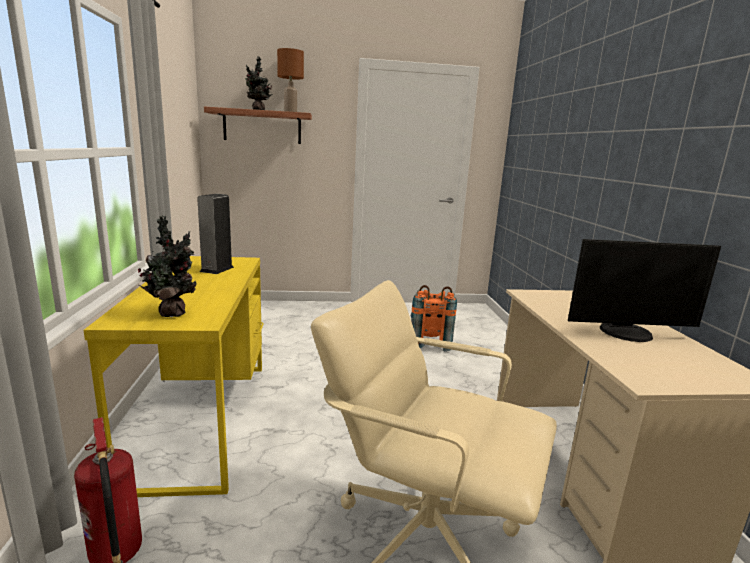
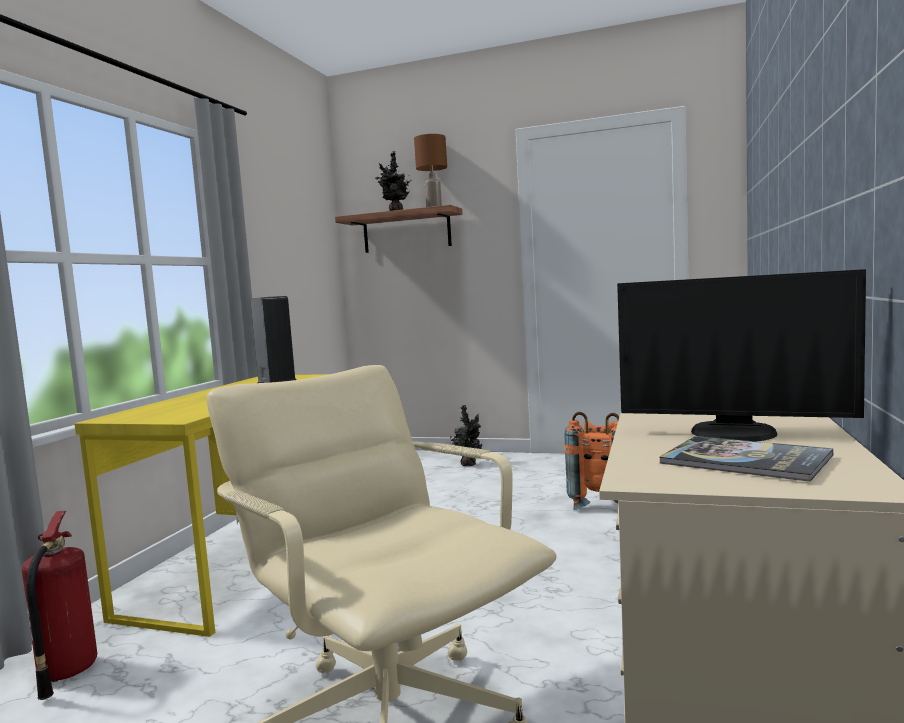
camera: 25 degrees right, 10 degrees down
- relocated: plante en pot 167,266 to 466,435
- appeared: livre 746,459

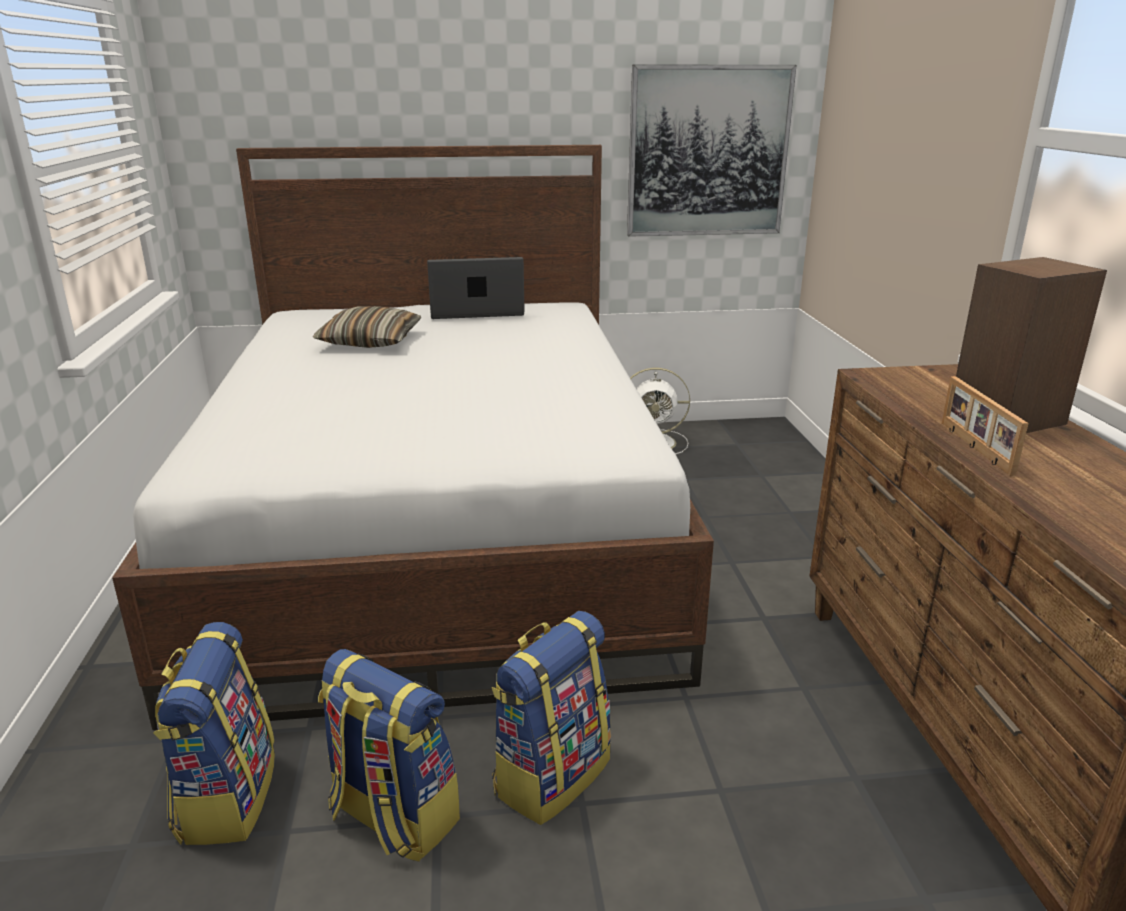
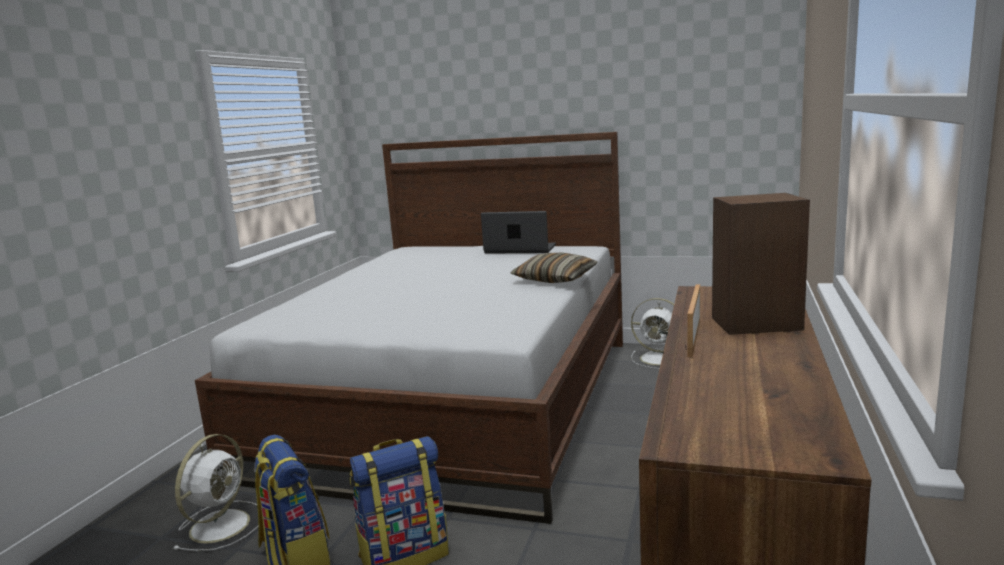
camera: 25 degrees right, 10 degrees down
- missing: tableau 711,151
- relocated: coussin 367,327 to 554,268
- exchanged: sac à dos 214,733 to ventilateur/blanc 216,492

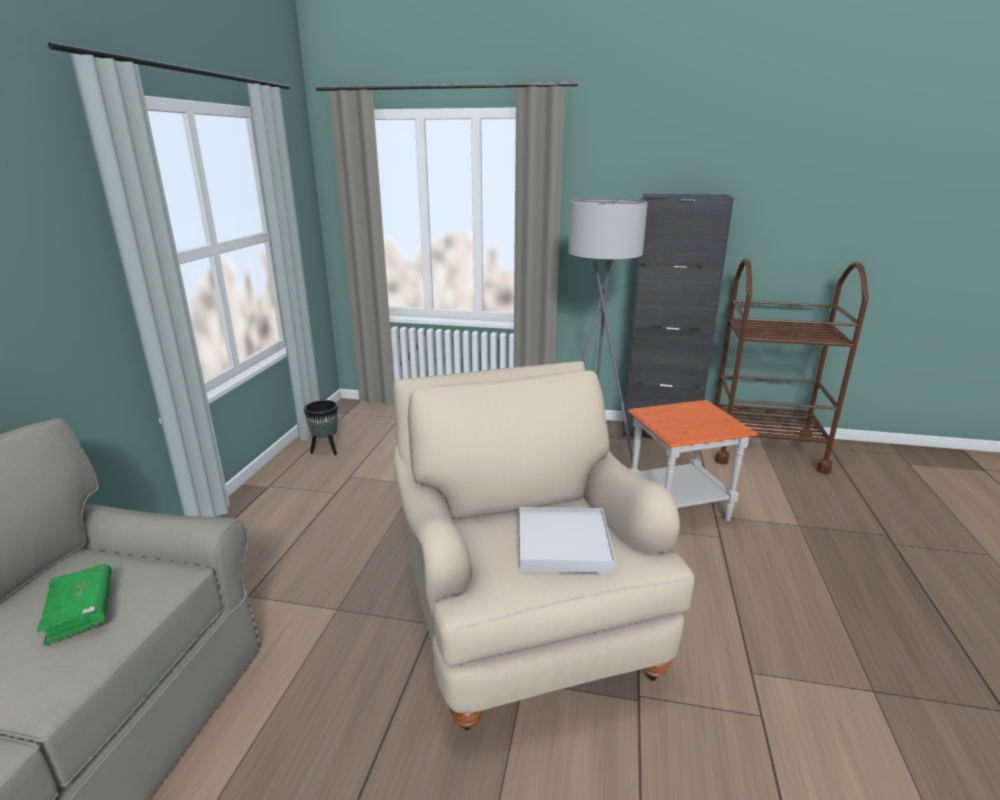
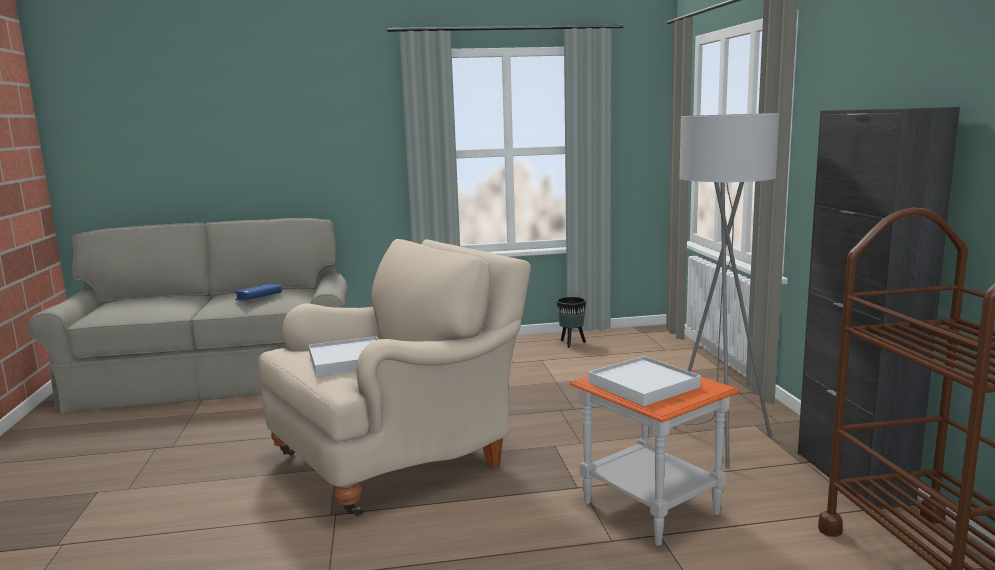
camera: 70 degrees right, 10 degrees down
- colour: livre/vert 74,605 to livre/bleu 257,291
- appeared: plateau/blanc 644,381

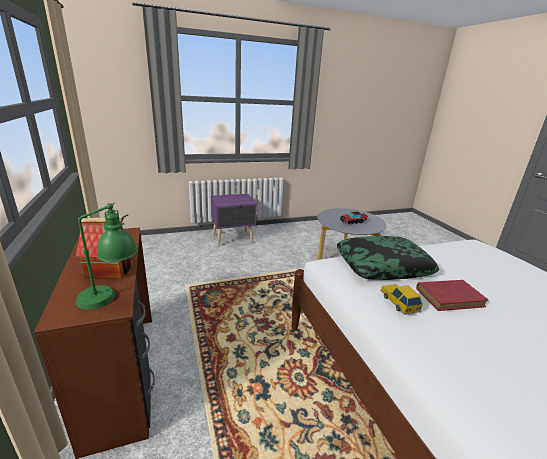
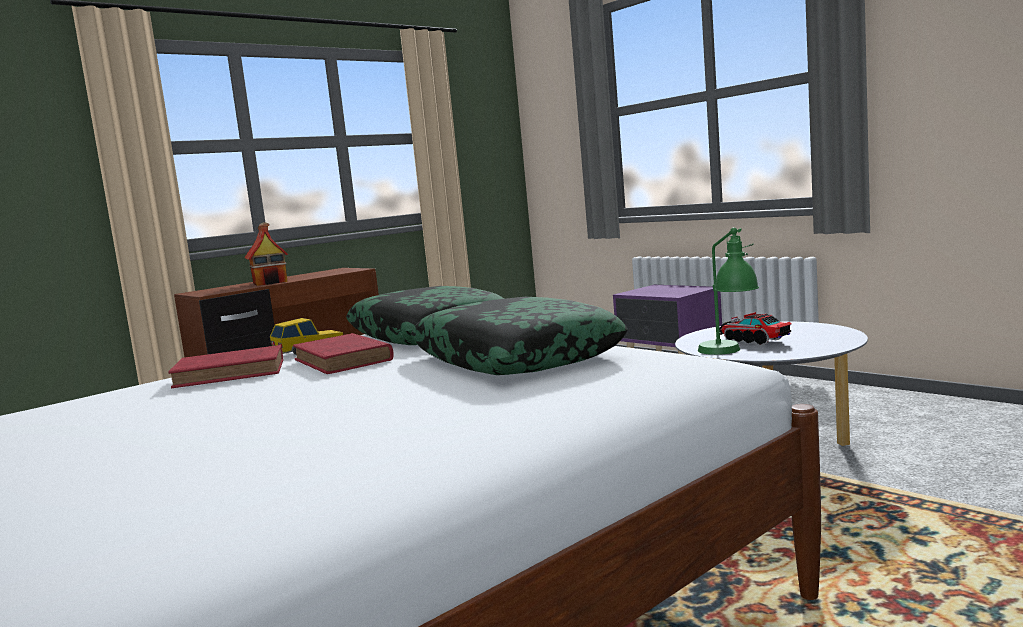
camera: 70 degrees right, 15 degrees down
- relocated: lampe de table/vert 106,256 to 728,291
- appeared: coussin 519,336
- appeared: livre/rouge 226,366

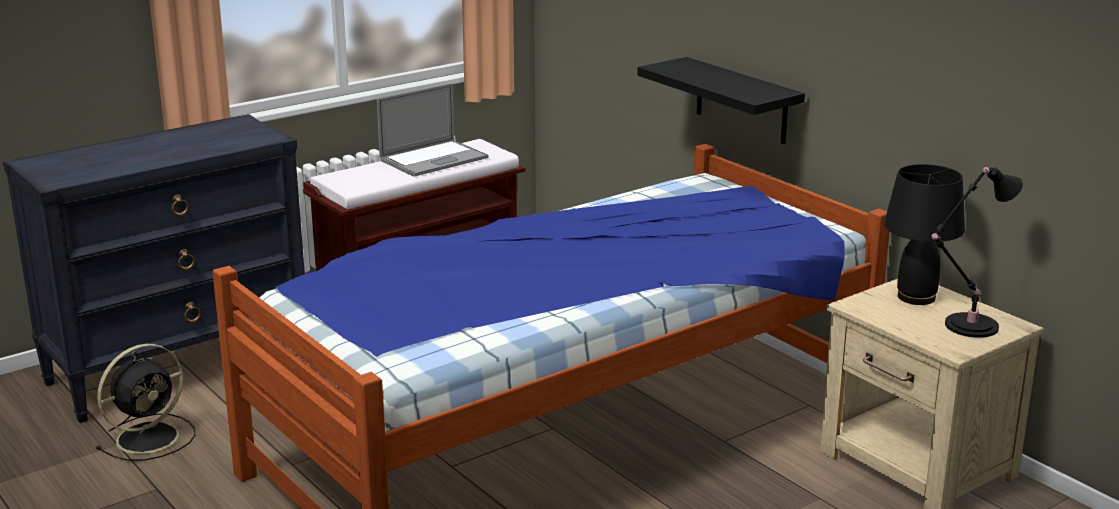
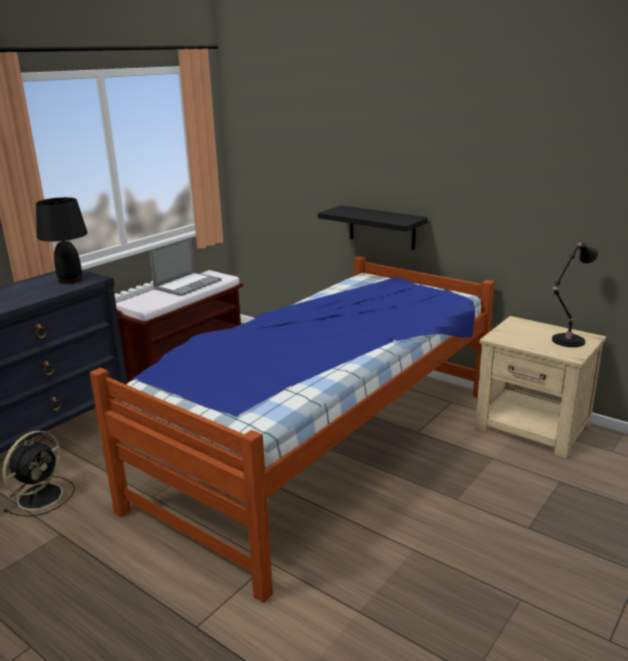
camera: 15 degrees left, 0 degrees up
- relocated: lampe de table/noir 924,234 to 62,240

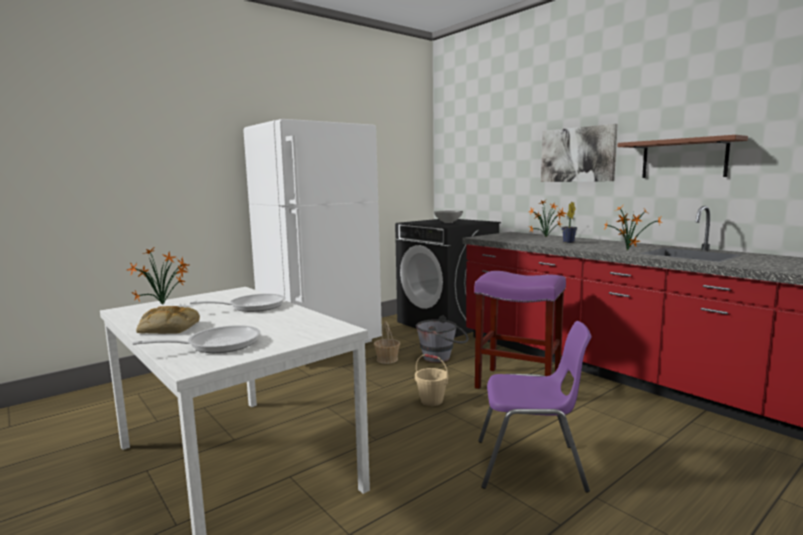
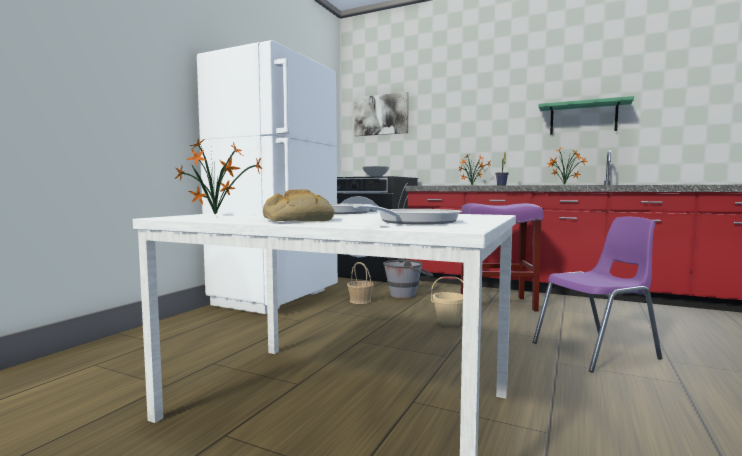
camera: 25 degrees left, 5 degrees down
- relocated: tableau 579,153 to 381,114
- colour: étagère/marron 683,156 to étagère/vert 586,115

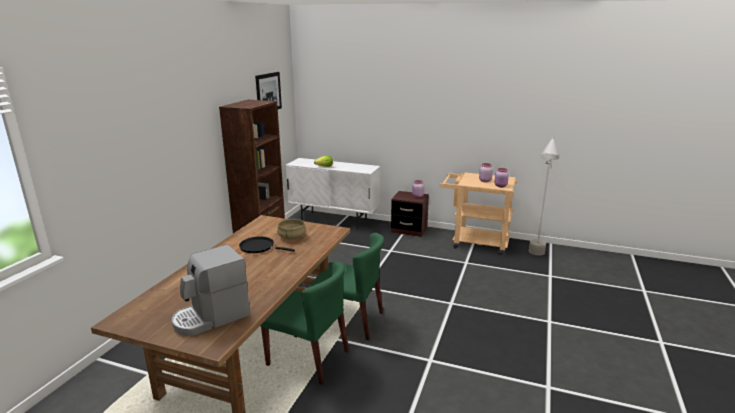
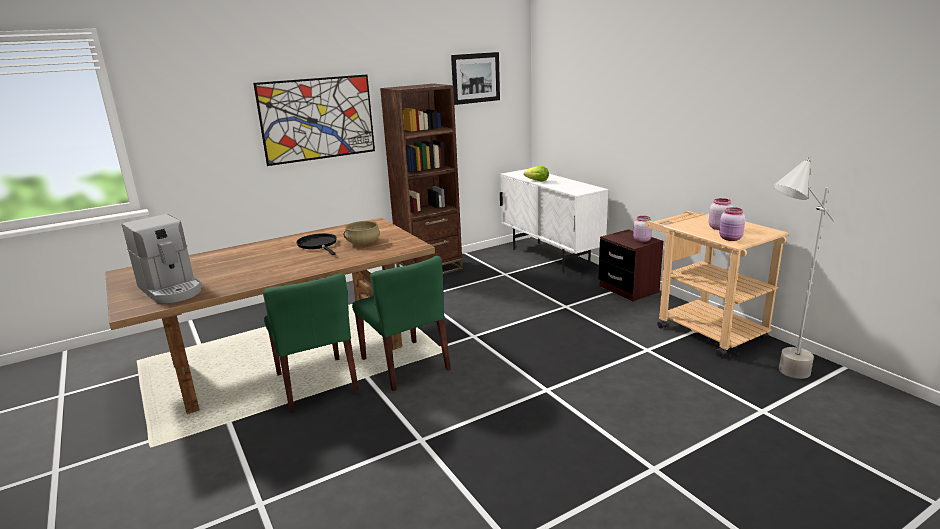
camera: 40 degrees right, 0 degrees up
- spun: machine à café 211,290 = 162,258 135 degrees counterclockwise
- appeared: tableau 314,120

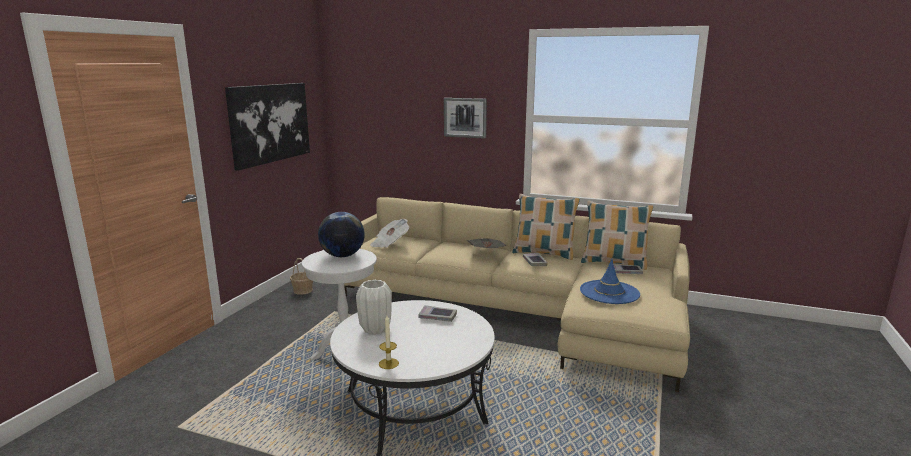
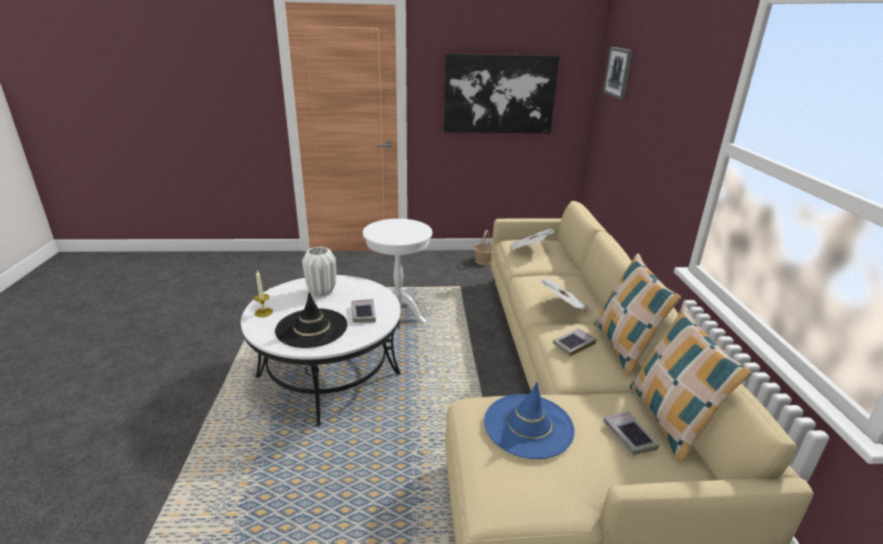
camera: 65 degrees right, 10 degrees up
- relocated: tableau 465,118 to 618,73
- missing: globe 341,234
- appeared: chapeau/noir 311,320

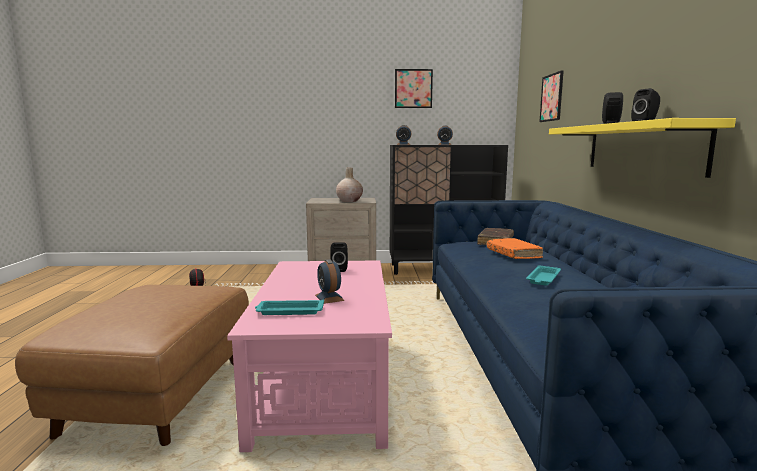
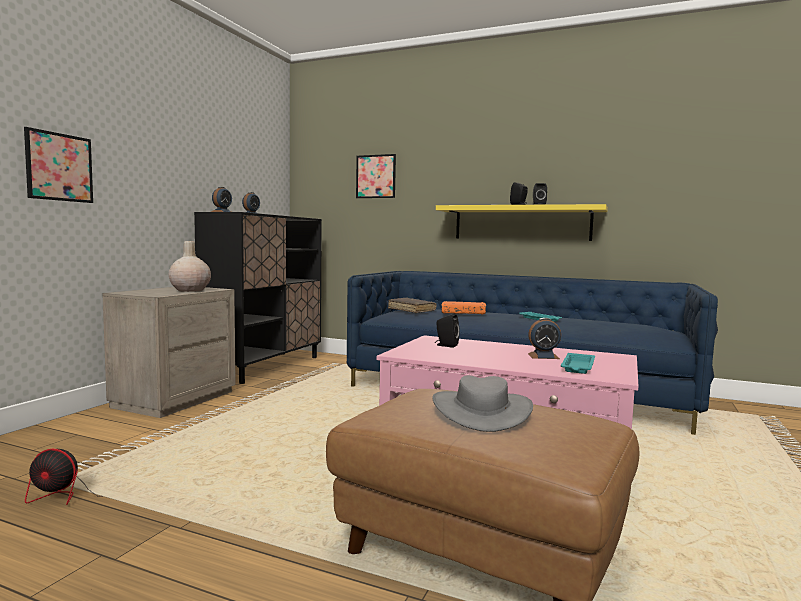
camera: 65 degrees left, 5 degrees down
- relocated: tableau 414,88 to 58,165
- appeared: chapeau/gris 482,403

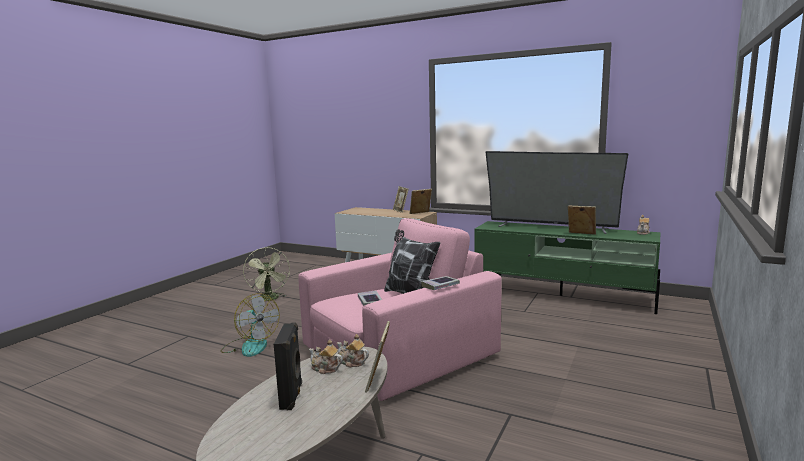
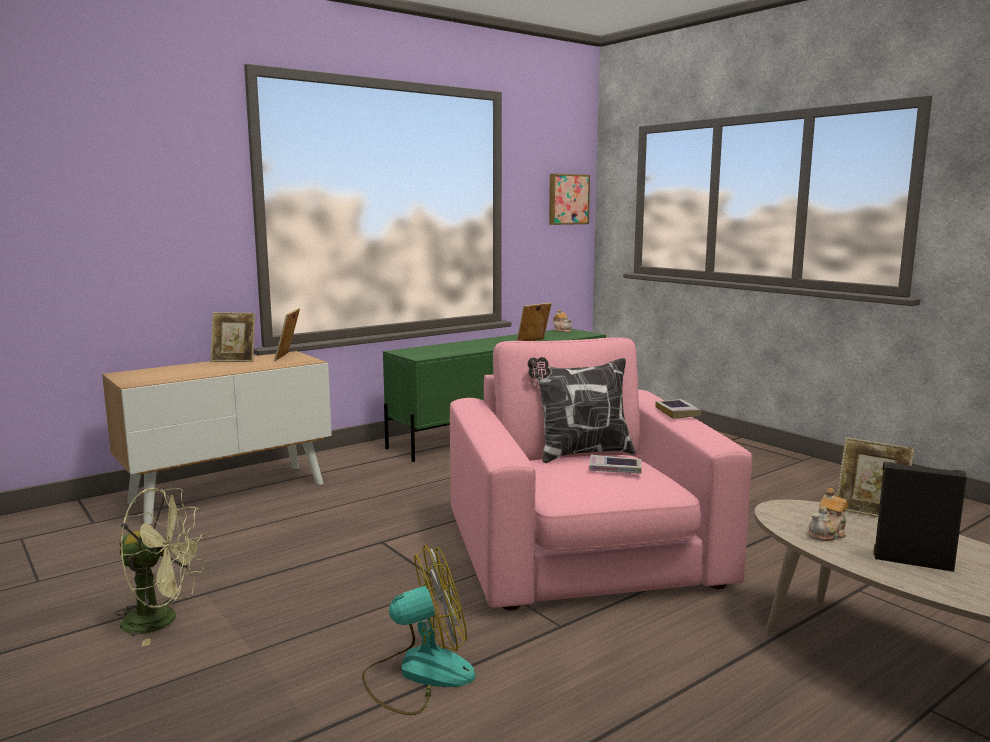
camera: 65 degrees left, 0 degrees up
- missing: téléviseur 556,192
- missing: théière 353,351
- appeared: tableau 569,199

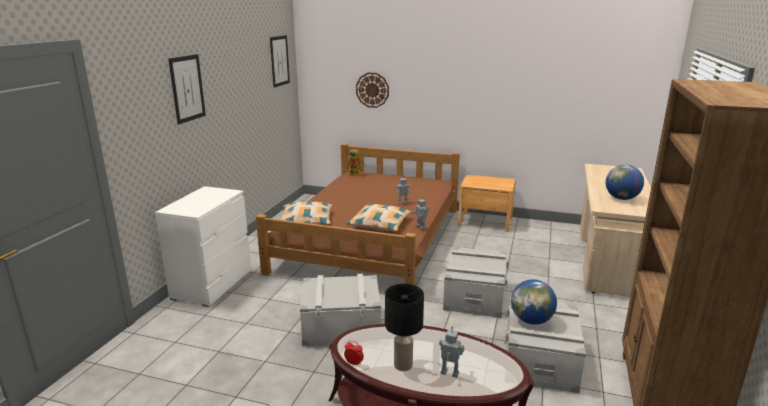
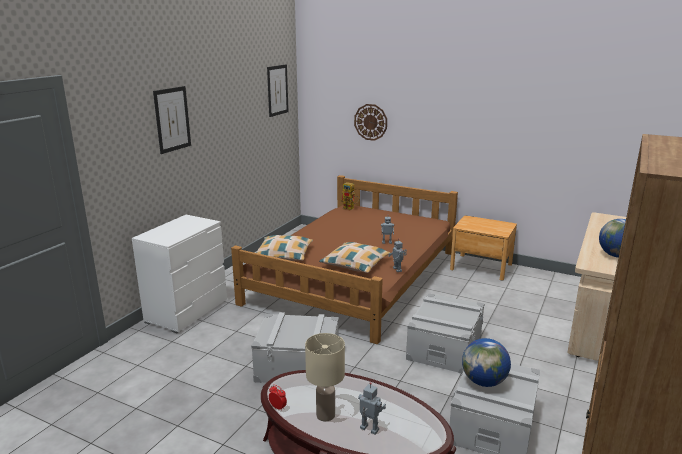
camera: 10 degrees right, 0 degrees up
- colour: lampe de table/noir 404,327 to lampe de table/beige 325,377

